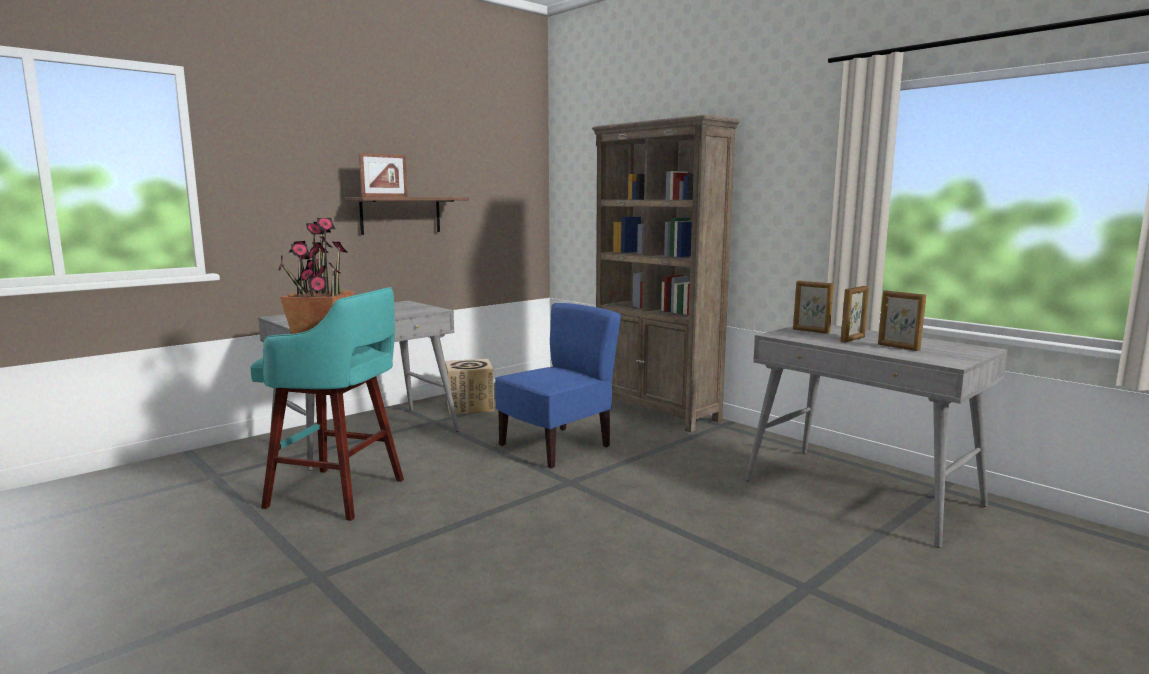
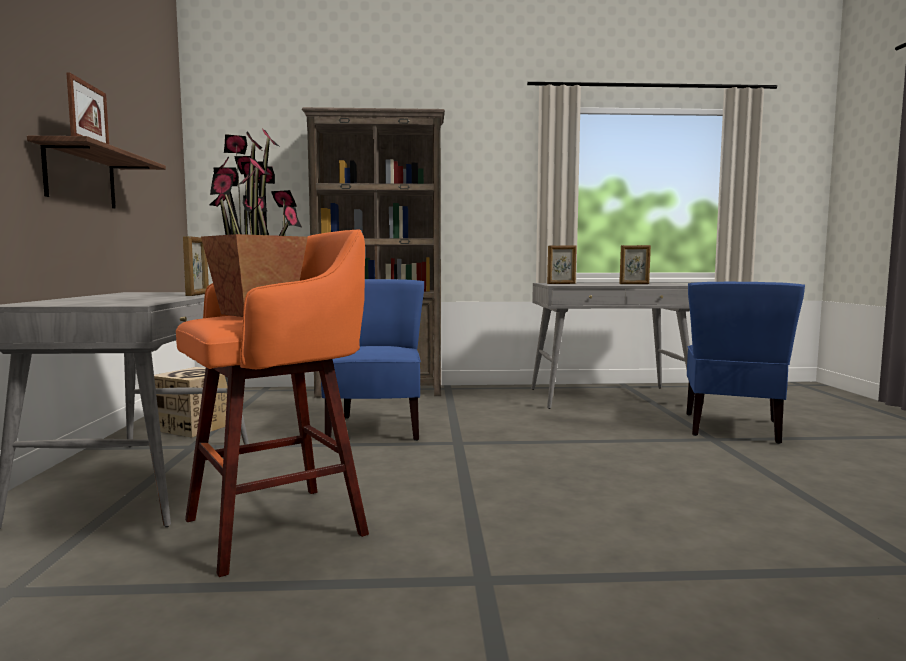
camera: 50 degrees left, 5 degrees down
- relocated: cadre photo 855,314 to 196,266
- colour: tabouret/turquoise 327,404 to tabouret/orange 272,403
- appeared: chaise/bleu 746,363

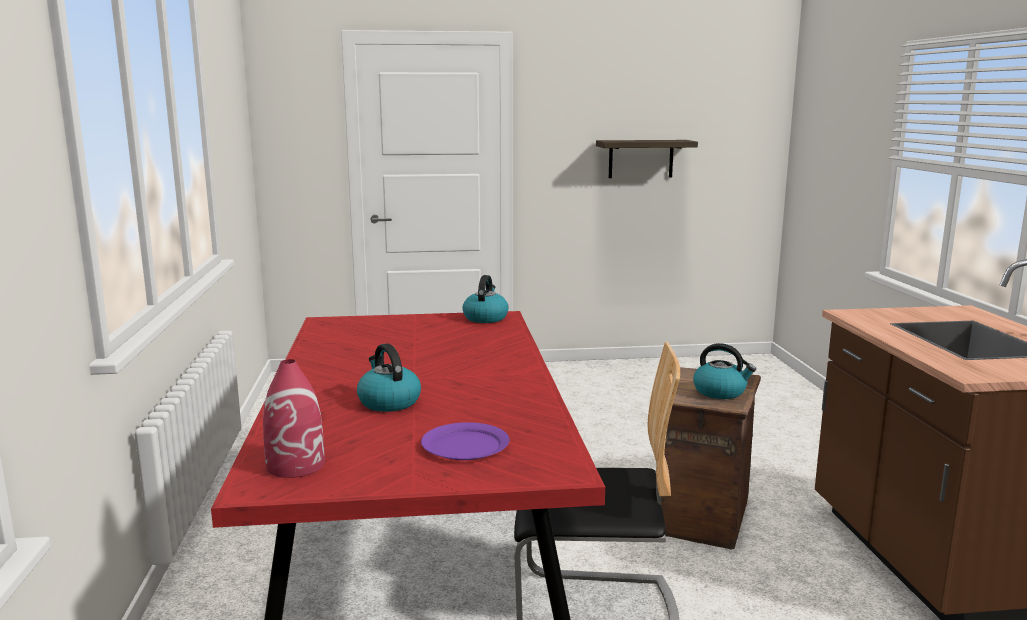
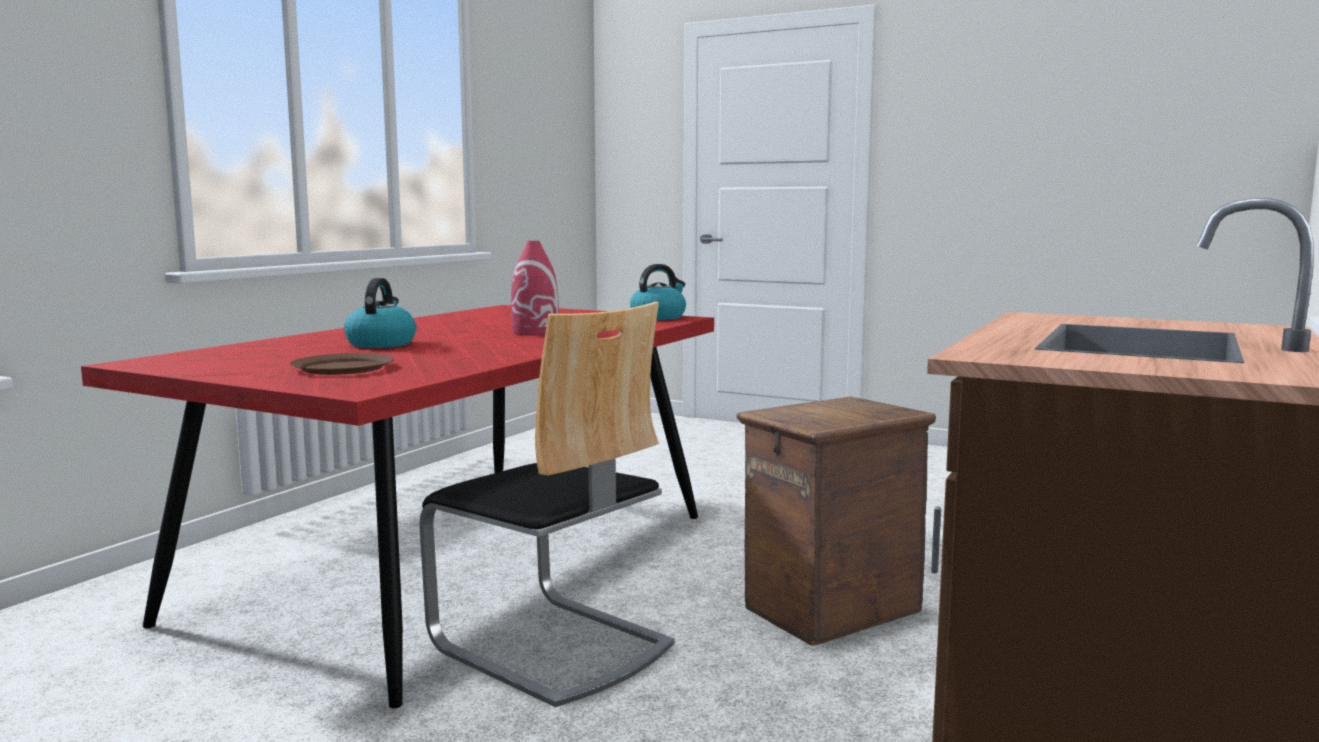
camera: 35 degrees right, 5 degrees down
- missing: étagère 647,159
- missing: bouilloire 724,371
- relocated: vase/rouge 294,418 to 535,288
- colour: assiette/violet 465,441 to assiette/marron 342,364

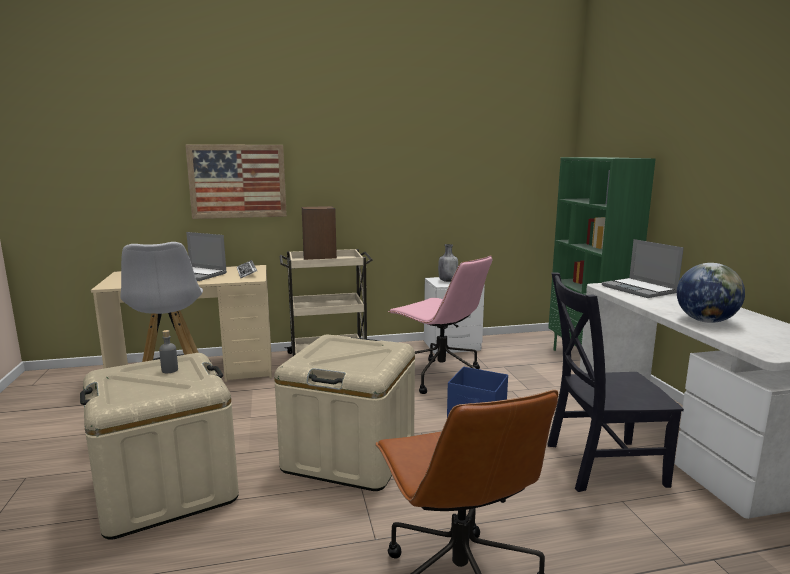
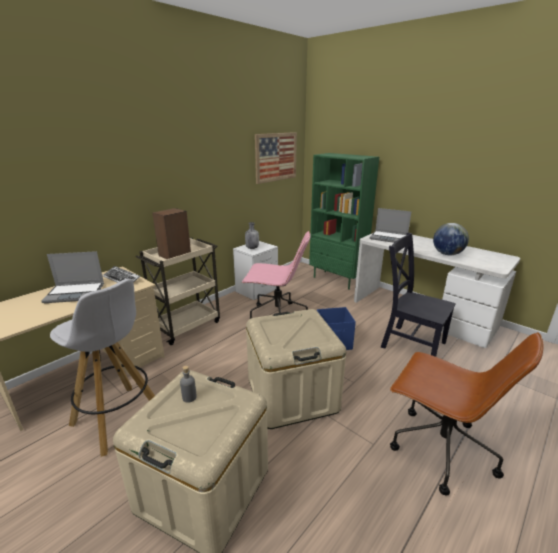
camera: 35 degrees left, 10 degrees up
- relocated: tableau 236,182 to 276,158
- spun: chaise/noir 616,382 = 418,294 75 degrees clockwise

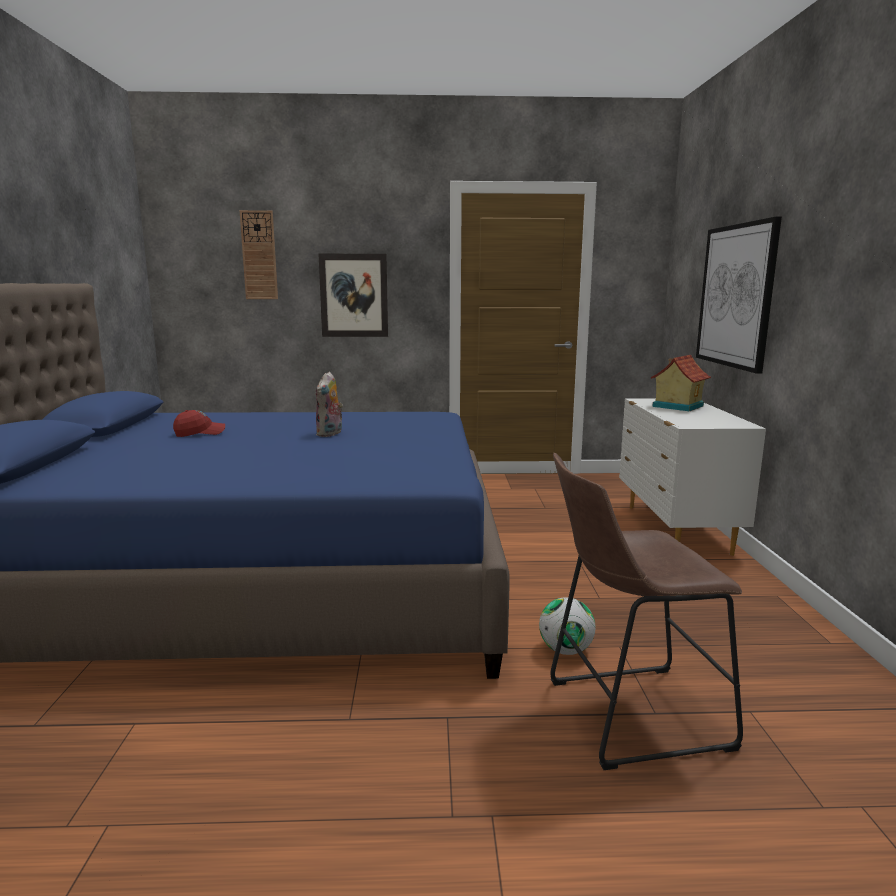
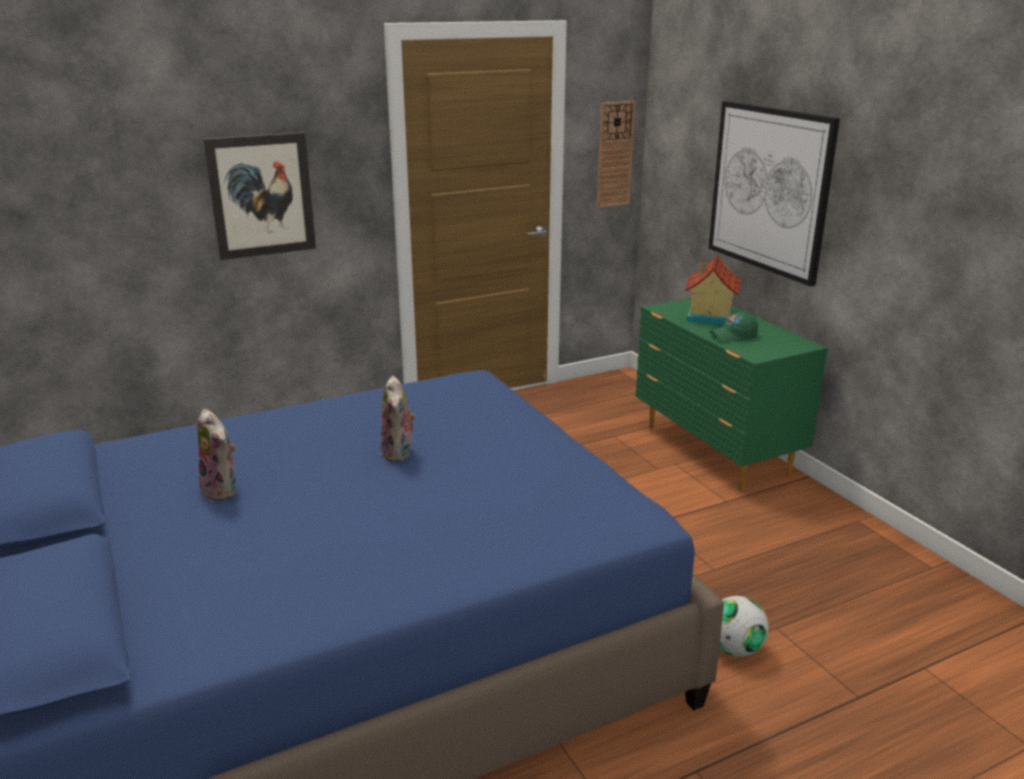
camera: 25 degrees left, 10 degrees up
- relocated: horloge murale 259,254 to 616,154
- colour: commode/blanc 692,477 to commode/vert 732,394
- exchanged: casquette/rouge 199,423 to peluche 216,455
- missing: tabouret/marron 646,611
- appeared: casquette/vert 734,327

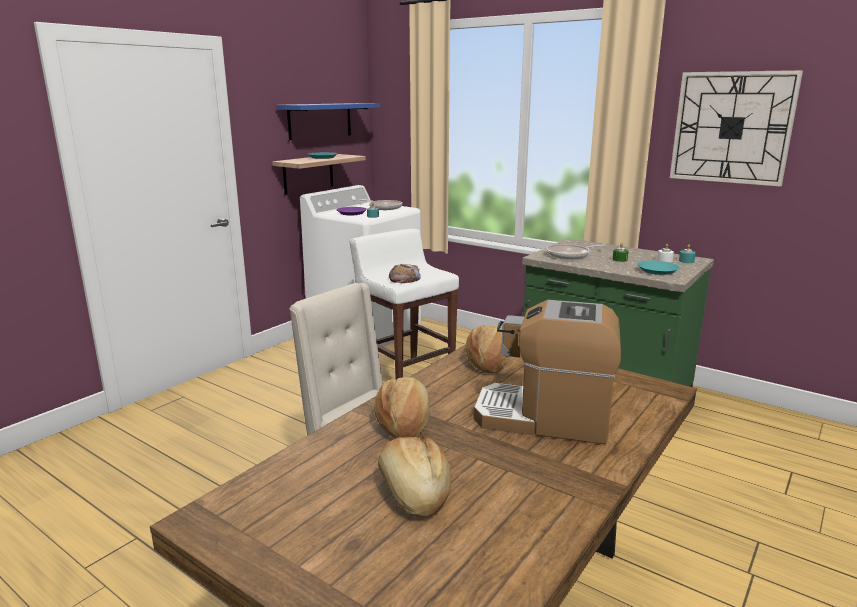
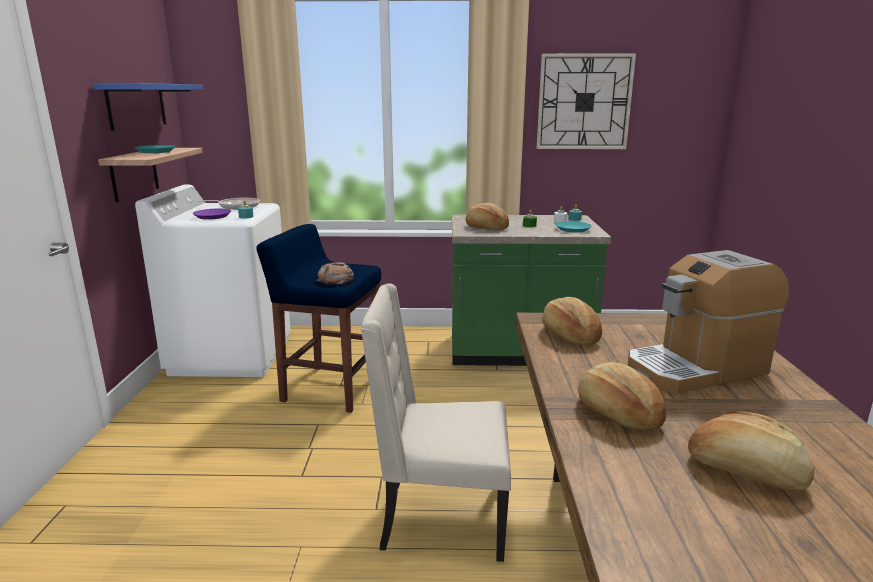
camera: 35 degrees left, 0 degrees up
- colour: tabouret/blanc 404,304 to tabouret/bleu 318,318
- exchanged: poêle 576,251 to pain 487,216

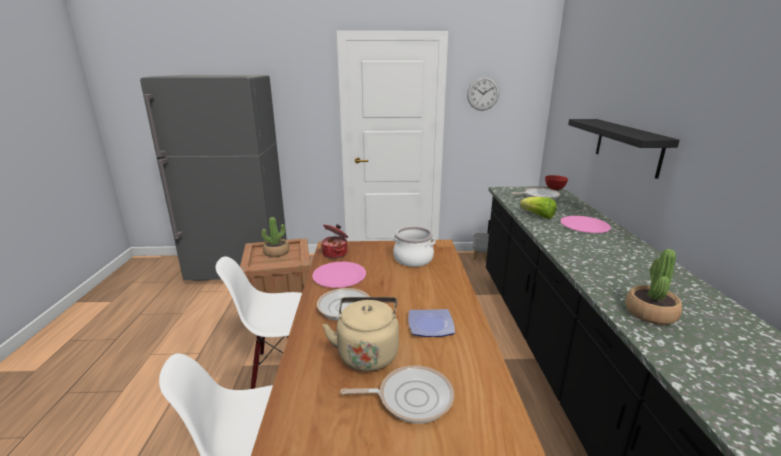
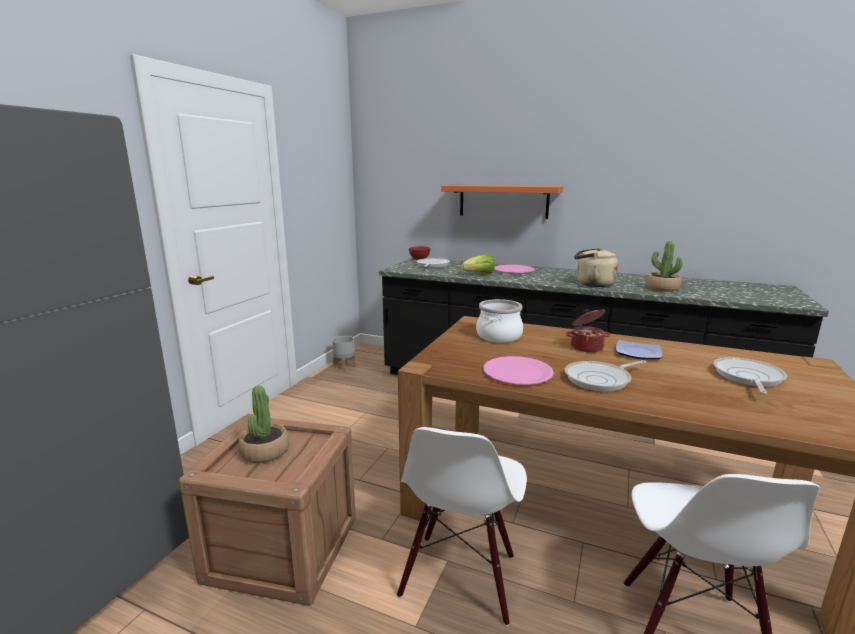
camera: 65 degrees left, 5 degrees down
- missing: horloge murale 483,94
- colour: étagère/noir 624,149 to étagère/orange 502,202
- relocated: marmite 334,241 to 588,330
- relocated: bouilloire/beige 360,334 to 596,267

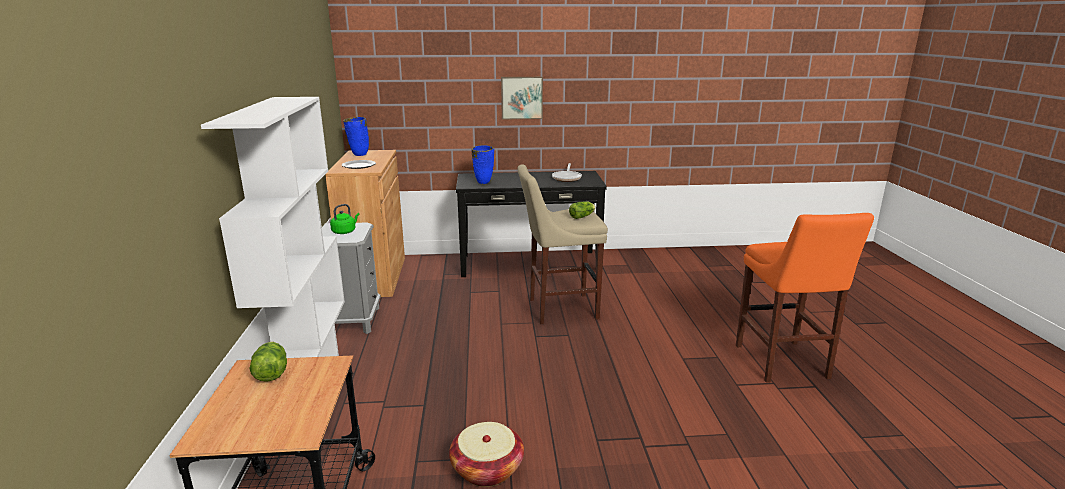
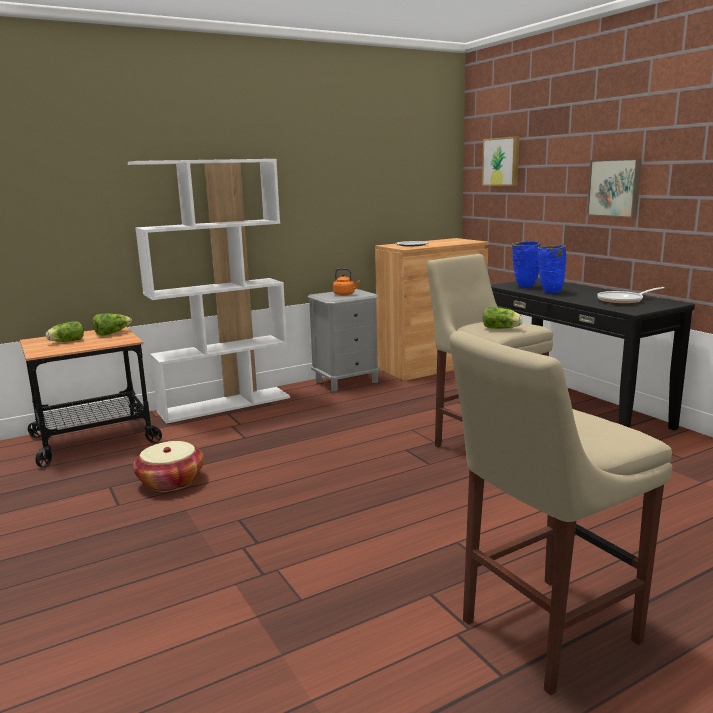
camera: 65 degrees right, 5 degrees down
- relocated: vase/bleu 356,136 to 551,269
- colour: bouilloire/vert 345,219 to bouilloire/orange 346,282
- colour: tabouret/orange 805,298 to tabouret/beige 560,513
- appeared: tableau 500,161
- appeared: laitue 65,331

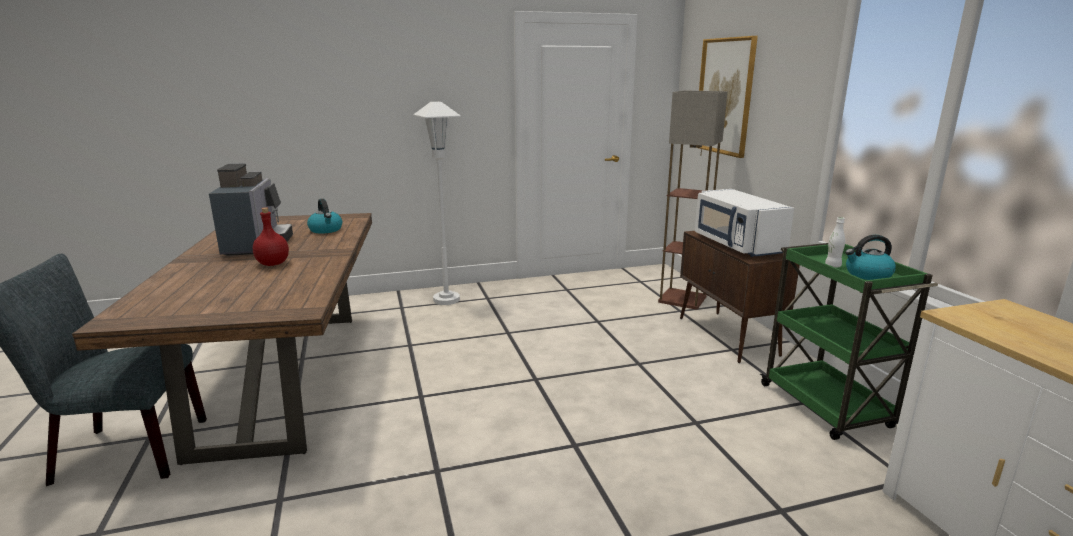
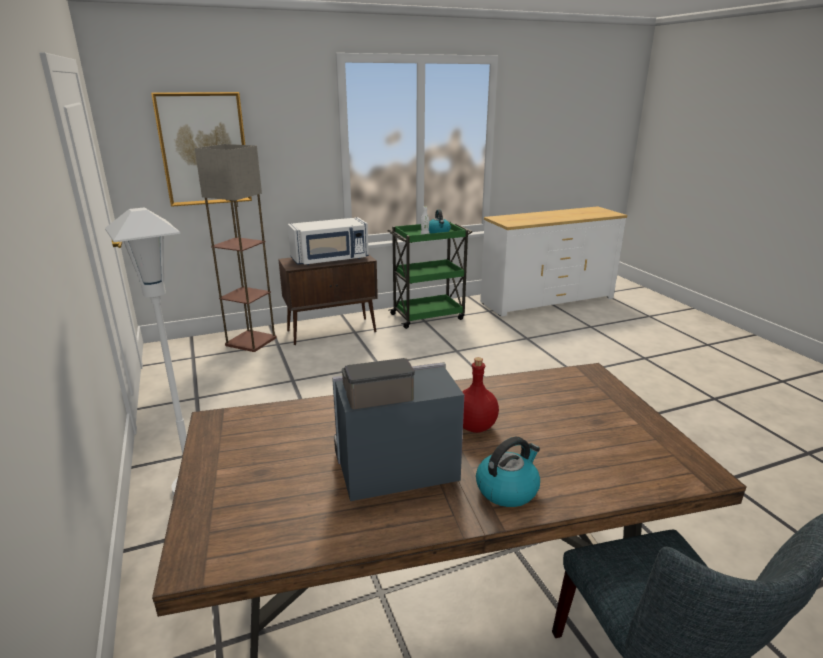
camera: 95 degrees left, 5 degrees up
- relocated: bouilloire 324,216 to 508,472

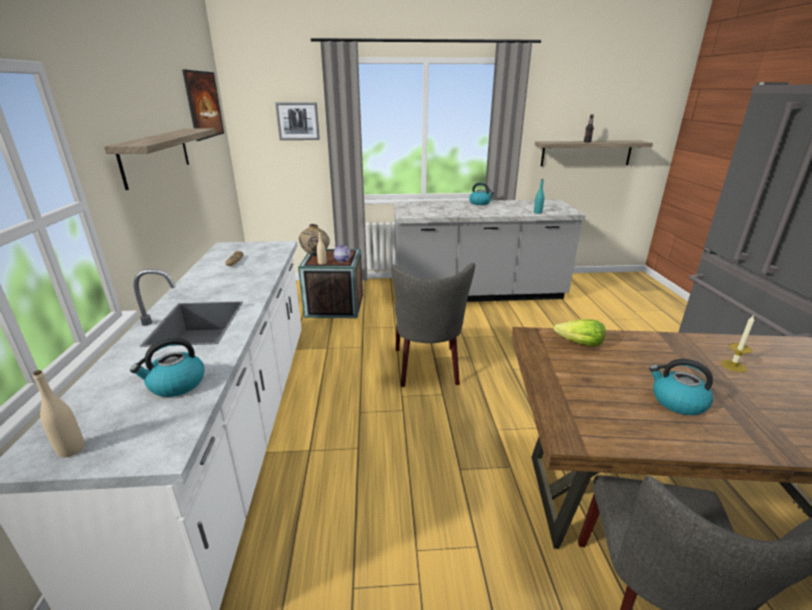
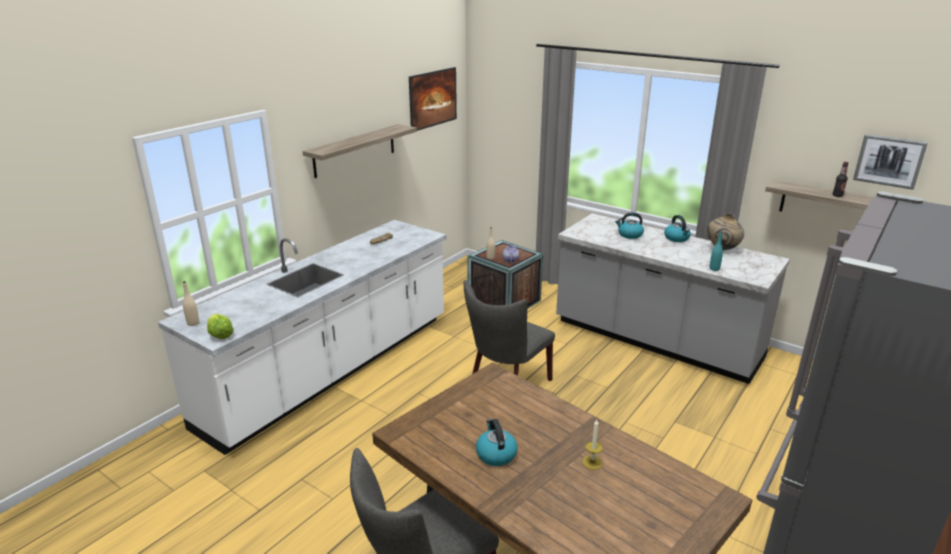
camera: 40 degrees right, 0 degrees up
- relocated: tableau 297,121 to 890,162
- relocated: vase/beige 314,240 to 725,231
- relocated: laitue 579,333 to 220,326
- relocated: bouilloire 167,367 to 629,225

